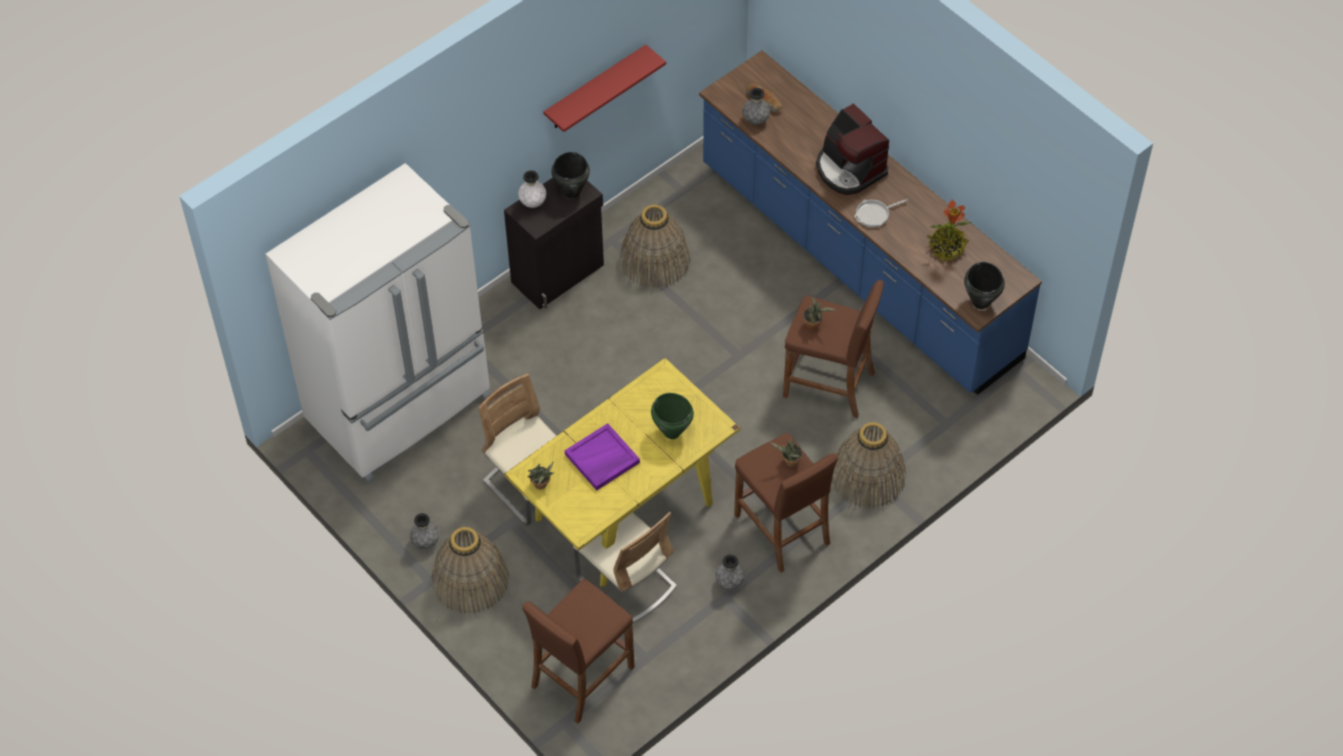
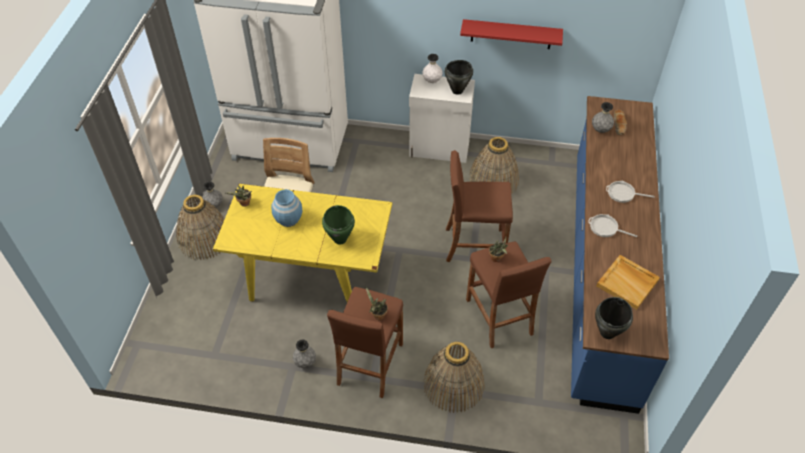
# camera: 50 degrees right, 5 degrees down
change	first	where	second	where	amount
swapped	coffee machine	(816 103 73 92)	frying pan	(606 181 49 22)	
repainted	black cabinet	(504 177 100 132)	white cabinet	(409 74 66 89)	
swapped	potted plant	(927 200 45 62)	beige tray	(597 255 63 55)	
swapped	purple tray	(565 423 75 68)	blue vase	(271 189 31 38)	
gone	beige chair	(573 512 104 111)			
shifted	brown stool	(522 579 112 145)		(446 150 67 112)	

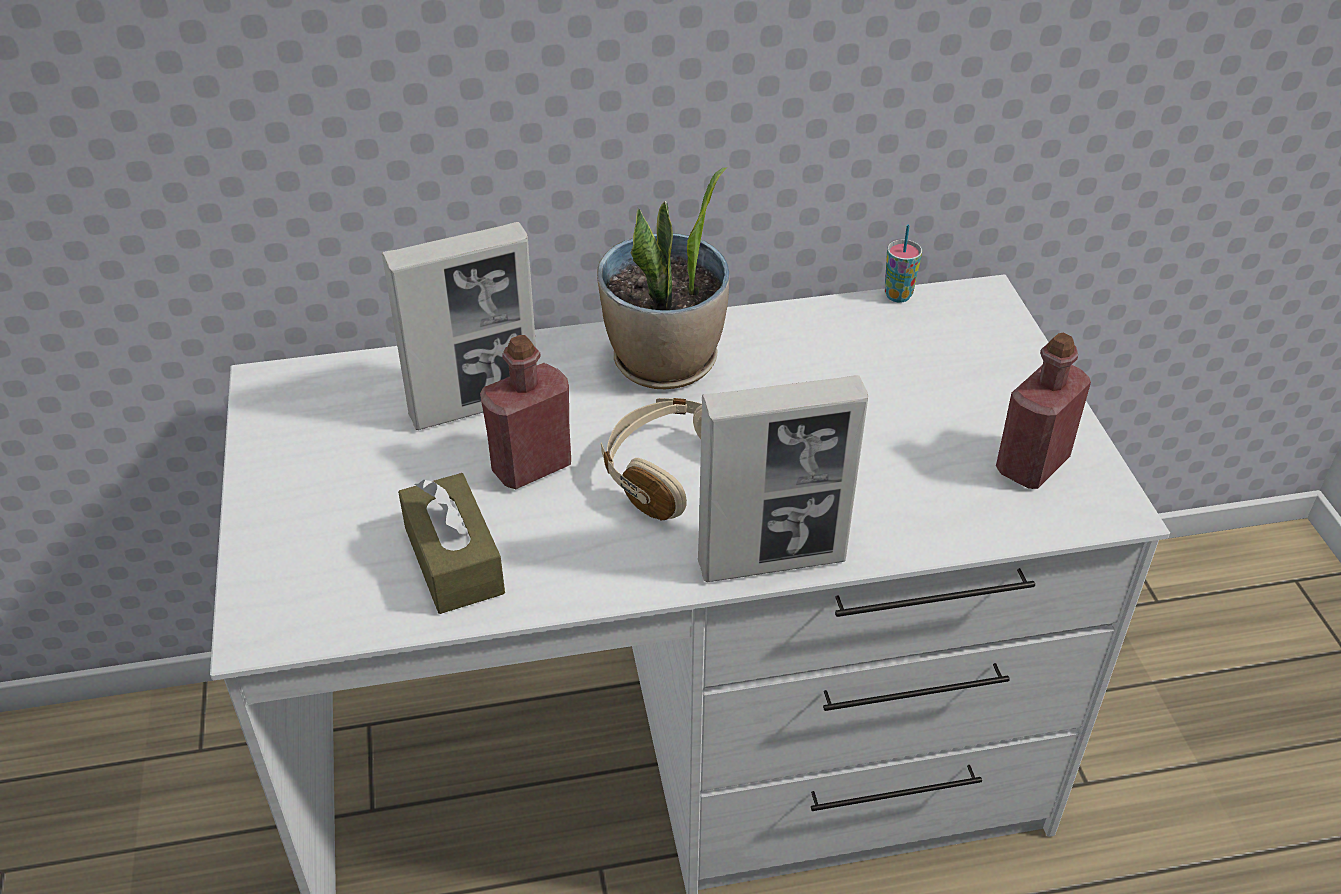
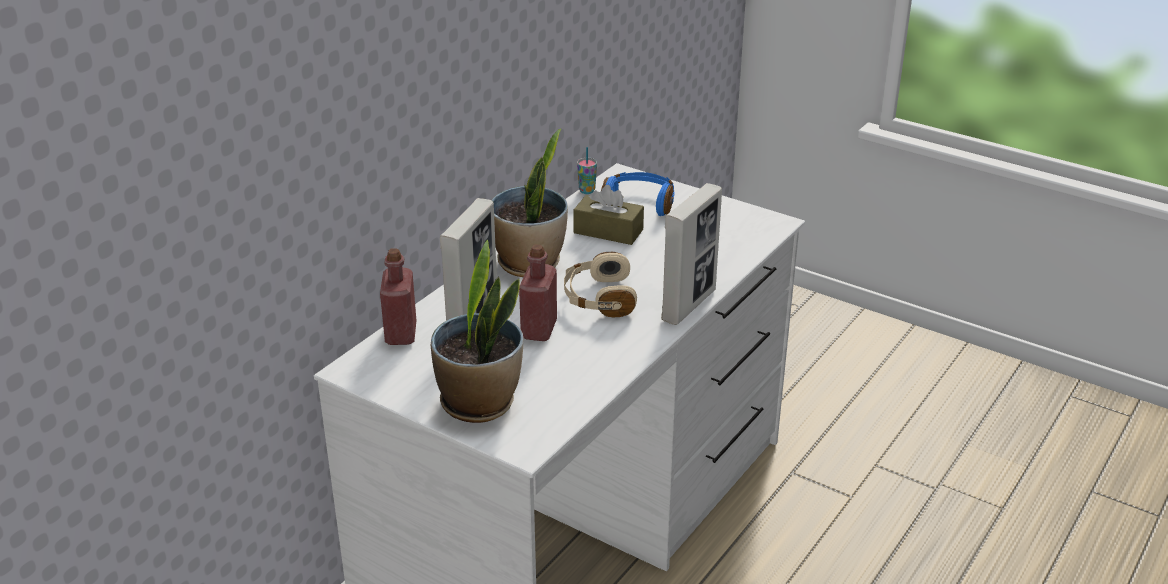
# camera: 45 degrees left, 10 degrees down
change	first	where	second	where	amount
shifted	red bottle	(996 333 95 156)		(380 248 36 97)	
shifted	brown tissue box	(398 473 107 141)		(573 185 71 60)	
new			blue headphones	(601 172 74 44)	
new			potted plant	(431 240 92 183)	

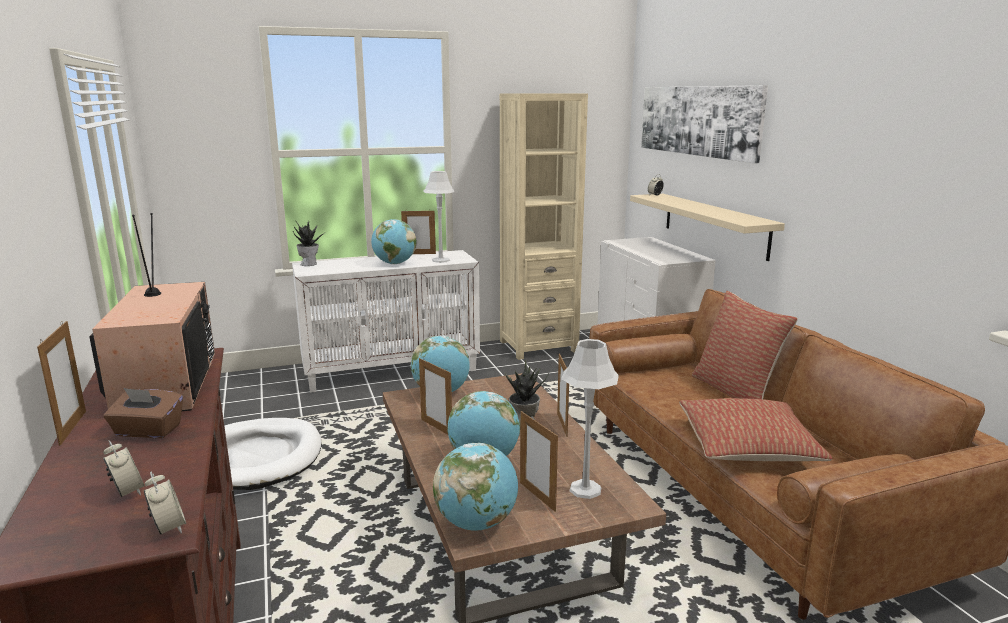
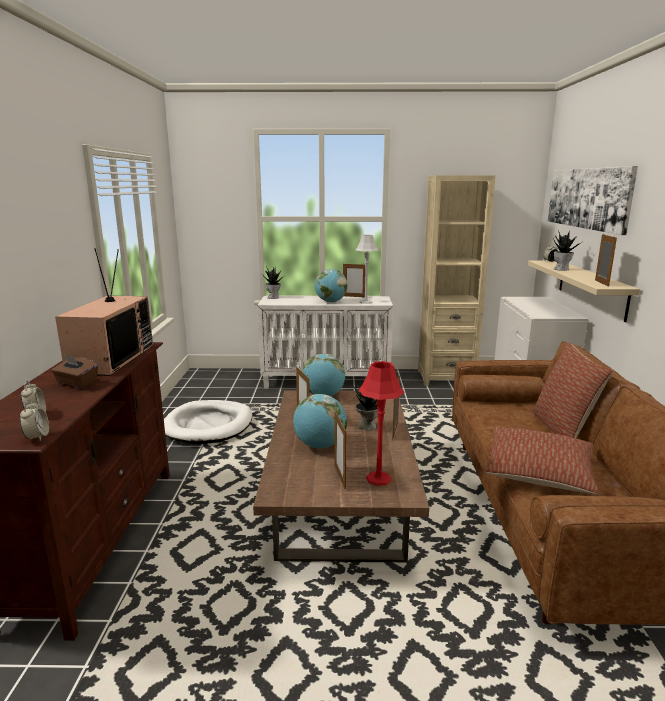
# camera: 20 degrees right, 0 degrees up
change	first	where	second	where	amount
shifted	picture frame	(37 321 49 125)		(595 234 22 53)	
repainted	grey table lamp	(561 339 58 160)	red table lamp	(359 361 46 125)	
gone	globe	(433 443 85 88)			
new			potted plant	(553 231 28 40)	

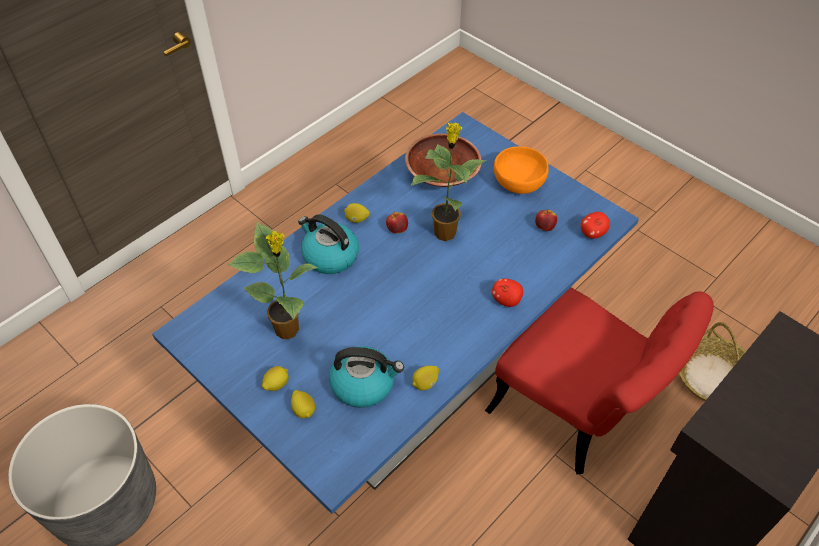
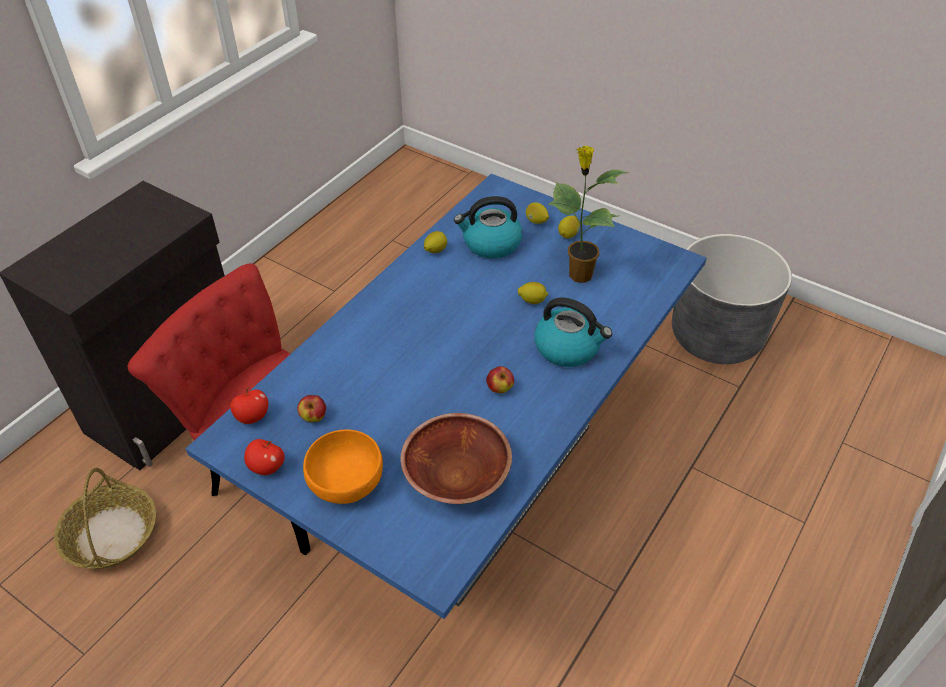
# camera: 170 degrees right, 5 degrees down
change	first	where	second	where	amount
gone	potted plant	(410 122 77 119)			
shifted	lemon	(344 203 26 20)		(518 282 30 22)	
shifted	apple	(492 279 31 28)		(244 439 41 36)	

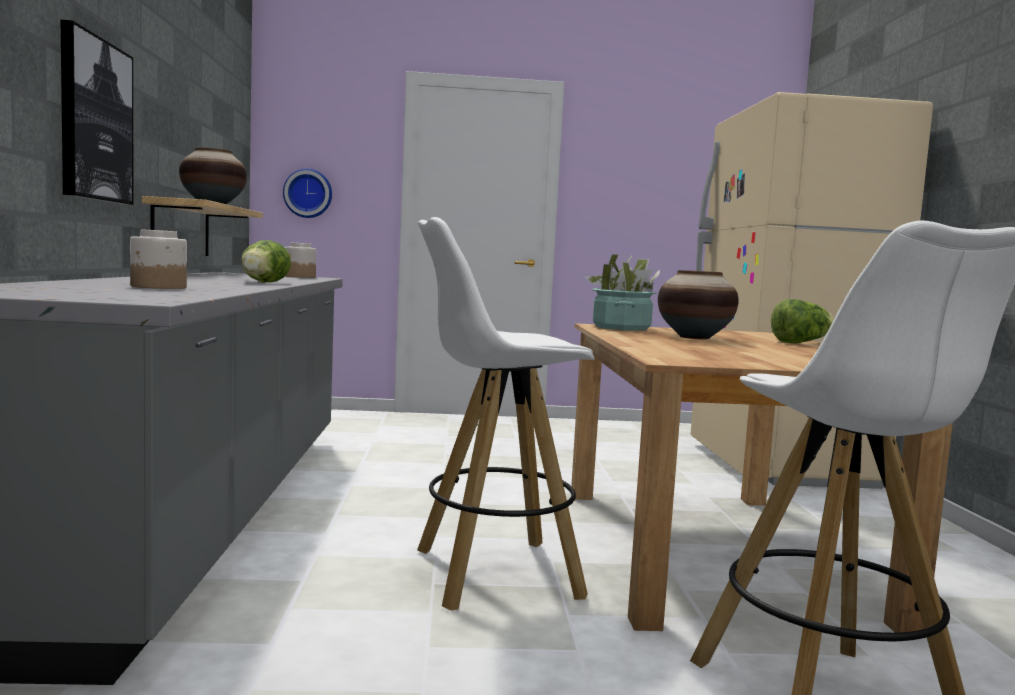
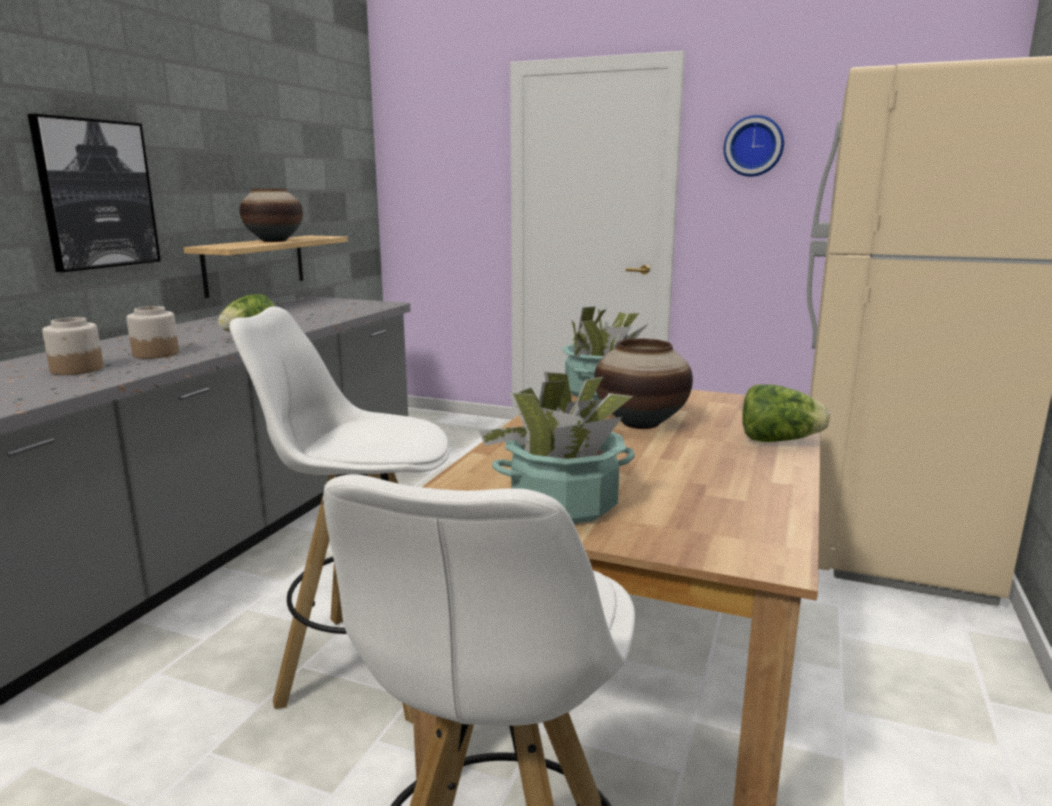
# camera: 25 degrees right, 10 degrees up
change	first	where	second	where	amount
shifted	wall clock	(283 168 49 50)		(724 115 60 62)	
shifted	jar	(285 243 31 35)		(126 306 53 53)	
new			potted plant	(479 372 156 152)	

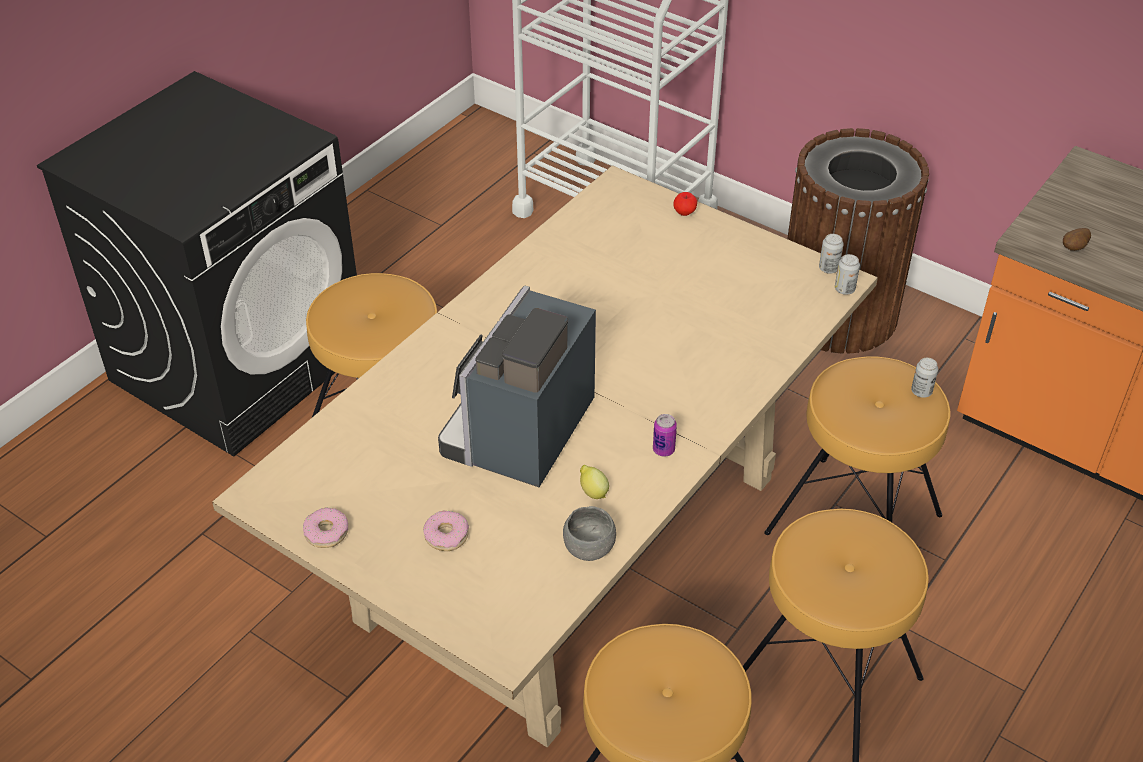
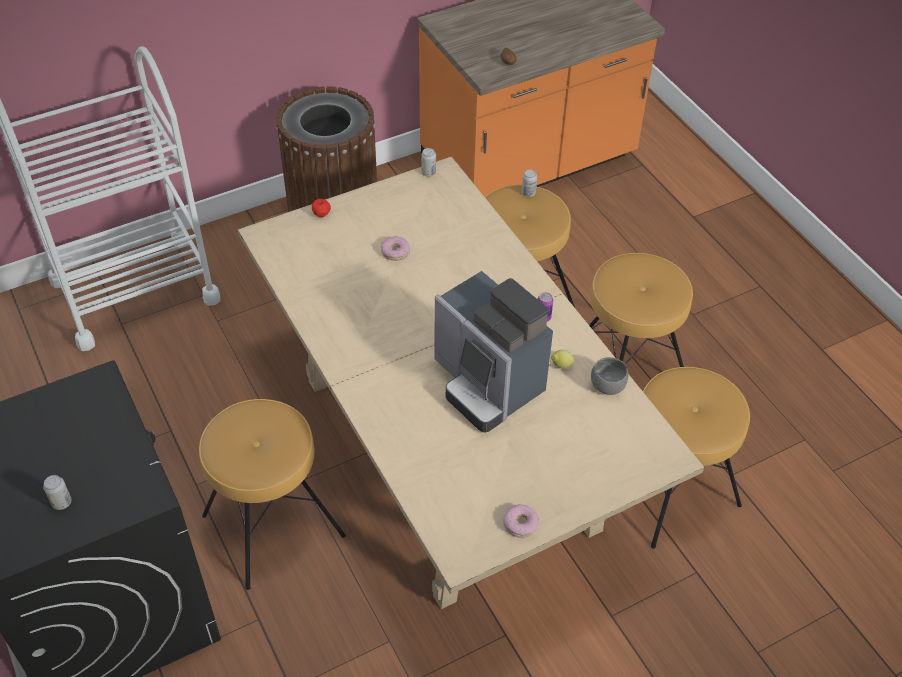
# camera: 65 degrees left, 5 degrees up
change	first	where	second	where	amount
shifted	can	(835 254 25 41)		(43 475 29 35)	
shifted	donut	(423 510 46 41)		(381 236 29 25)	

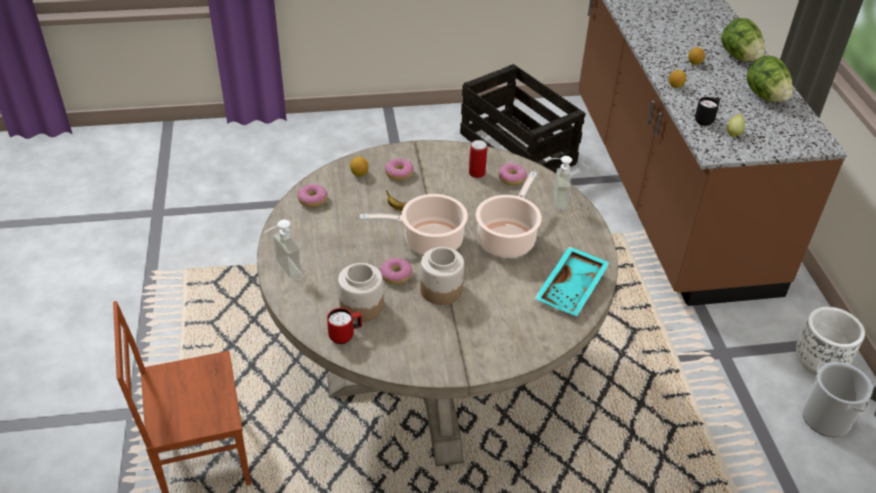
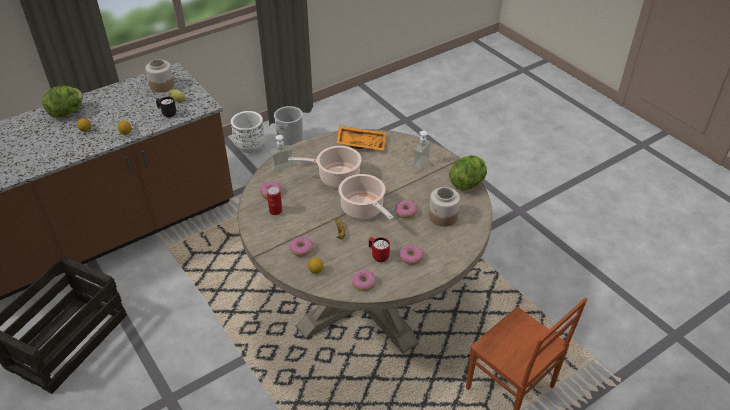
# camera: 115 degrees left, 0 degrees up
change	first	where	second	where	amount
shifted	lettuce	(746 56 47 46)		(449 155 38 35)	
shifted	soap dispenser	(265 220 37 58)		(414 131 22 38)	
repainted	turquoise tray	(534 246 76 70)	orange tray	(336 126 50 25)	
shifted	jar	(420 247 44 58)		(145 59 29 33)	
shifted	red mug	(327 308 35 36)		(369 237 21 25)	
new			donut	(399 245 25 20)	

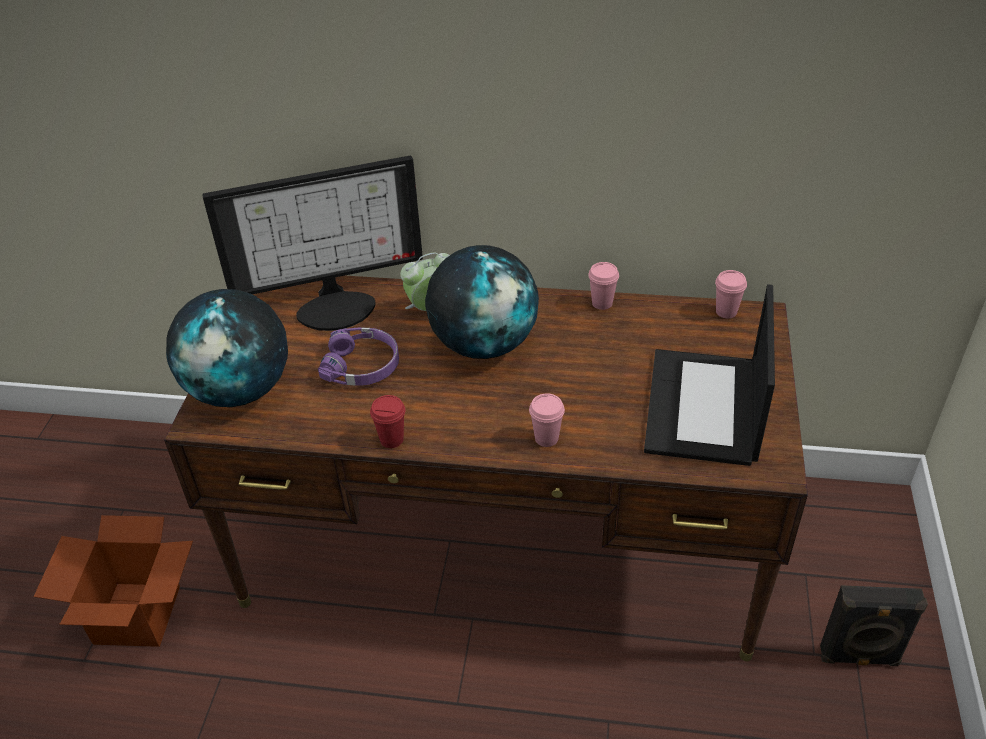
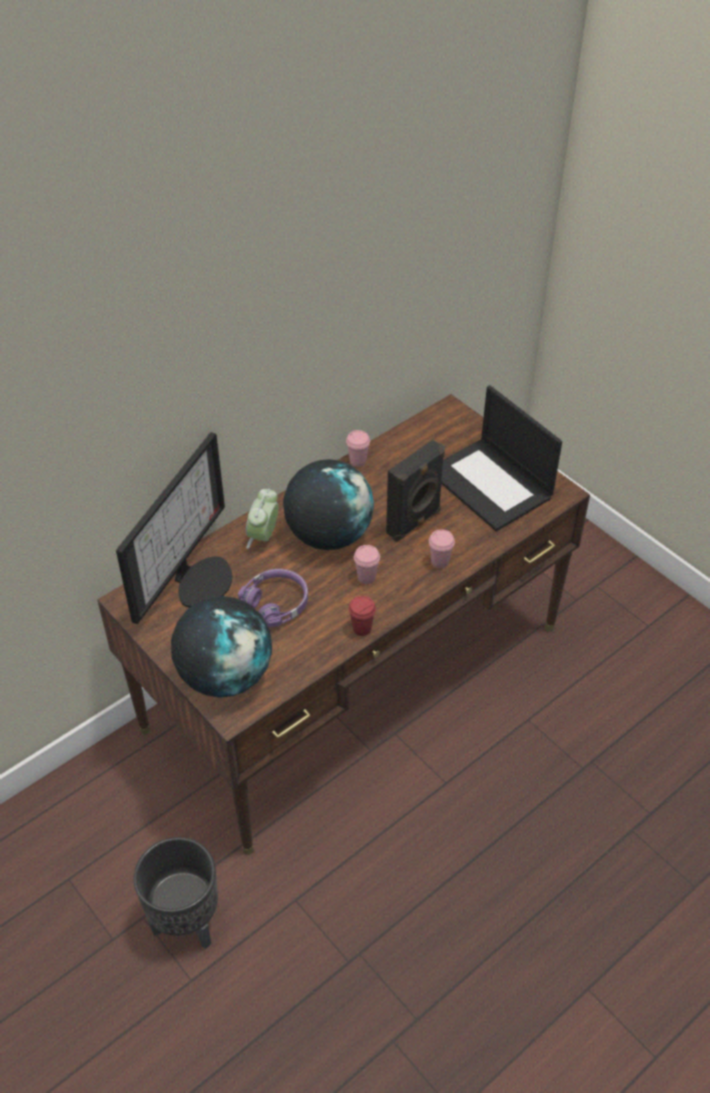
# camera: 50 degrees left, 5 degrees up
change	first	where	second	where	amount
shifted	pink cup	(715 270 32 48)		(354 545 26 39)	
swapped	cardboard box	(34 515 159 132)	black planter	(134 837 84 112)	
shifted	black speaker	(820 585 108 81)		(386 440 59 102)	

